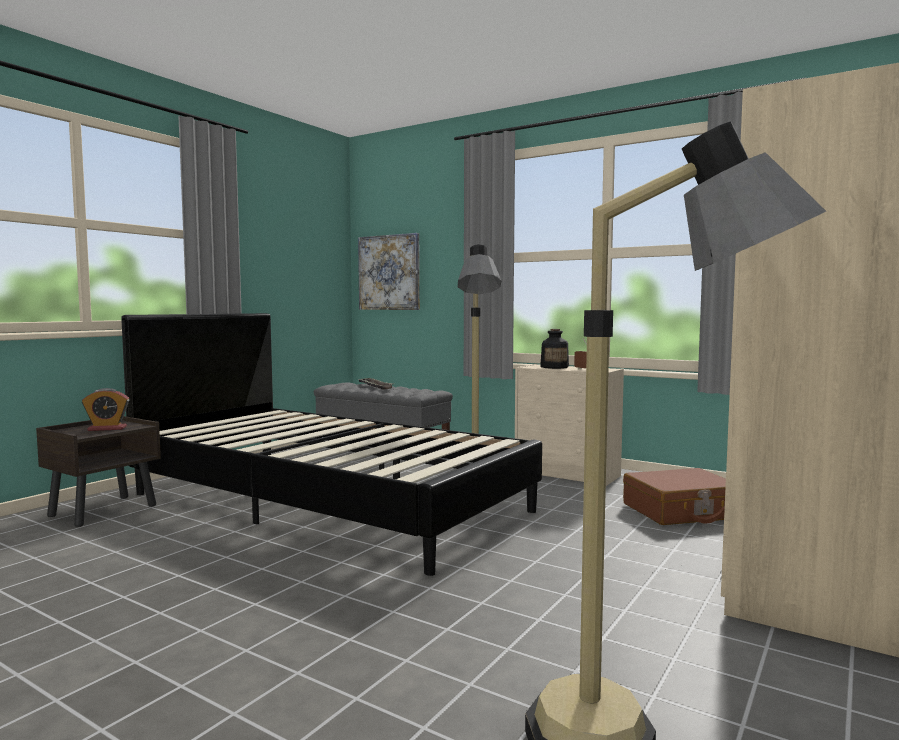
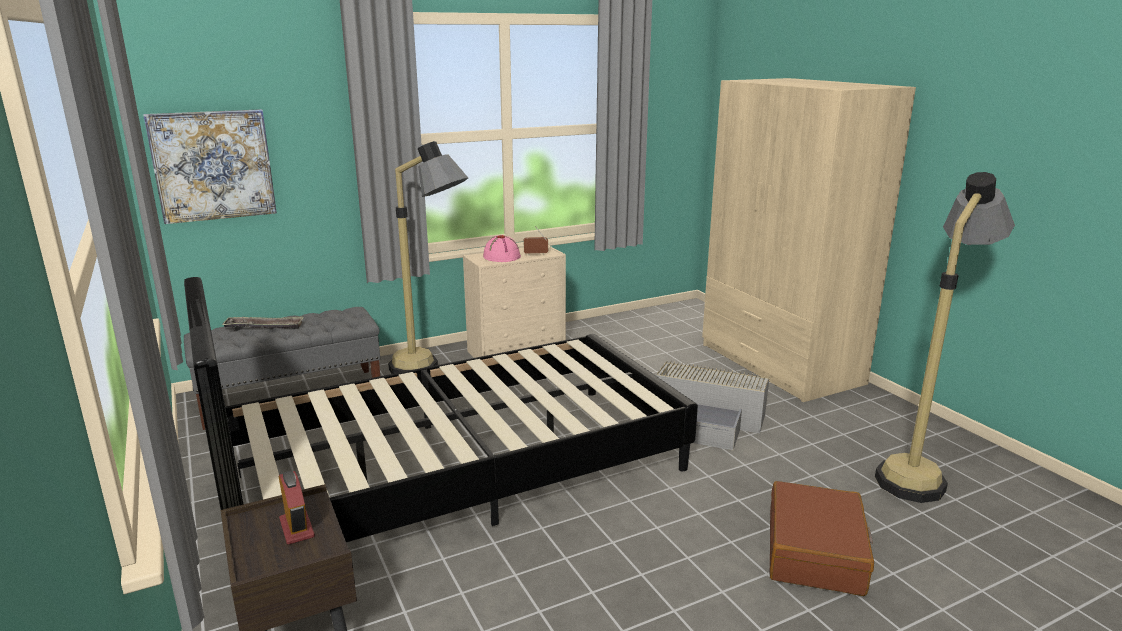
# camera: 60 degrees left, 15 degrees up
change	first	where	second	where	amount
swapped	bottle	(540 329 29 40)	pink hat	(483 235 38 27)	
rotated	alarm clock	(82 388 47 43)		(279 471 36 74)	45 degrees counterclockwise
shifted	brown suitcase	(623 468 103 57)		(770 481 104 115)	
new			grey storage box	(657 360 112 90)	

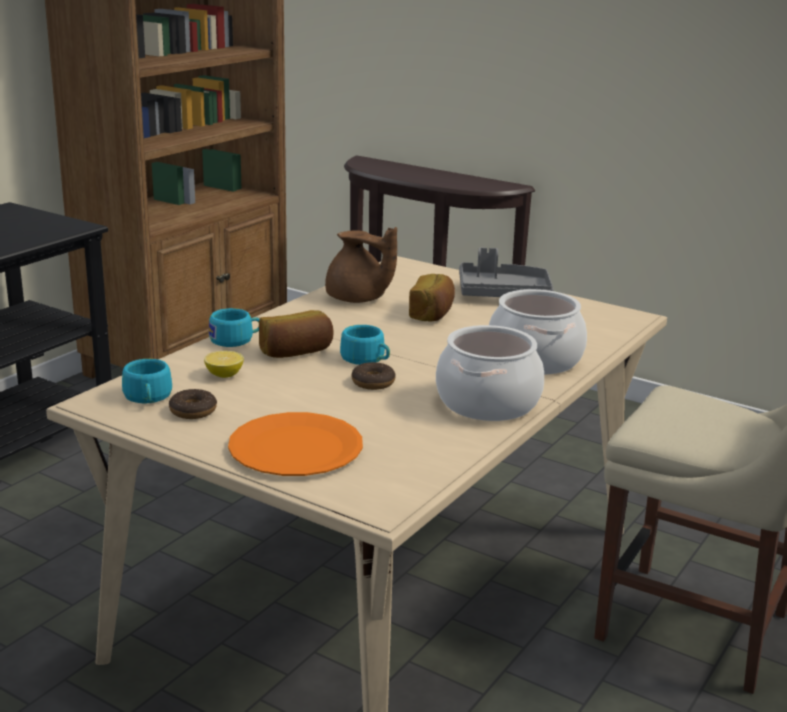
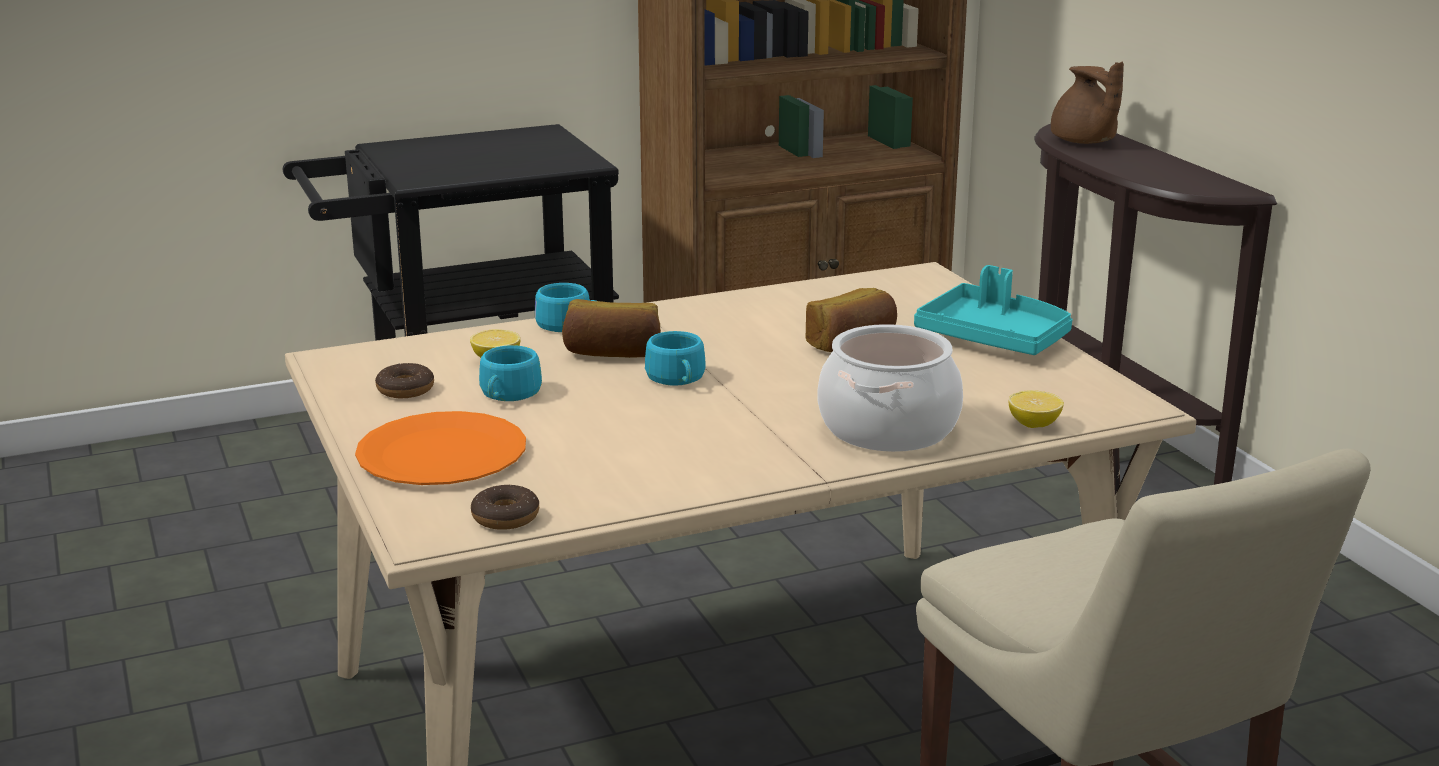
# camera: 35 degrees right, 0 degrees up
change	first	where	second	where	amount
shifted	brown teapot	(325 227 72 76)		(1051 62 73 82)	
repainted	grey tray	(459 248 95 49)	turquoise tray	(914 265 158 90)	
gone	cooking pot	(436 325 108 96)			
shifted	turquoise cup	(122 359 50 44)		(479 345 63 56)	
shifted	donut	(352 362 44 28)		(471 485 68 45)	
new			lemon	(1008 390 56 38)	

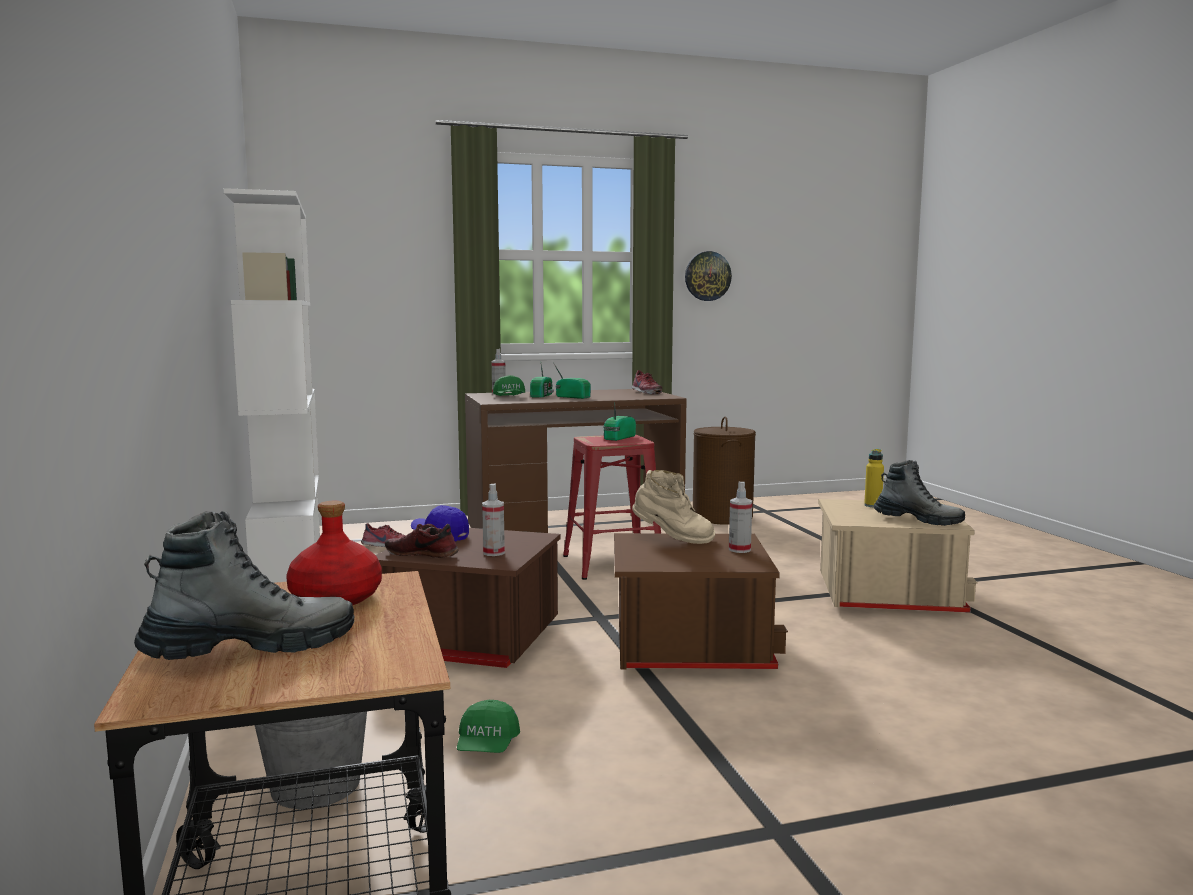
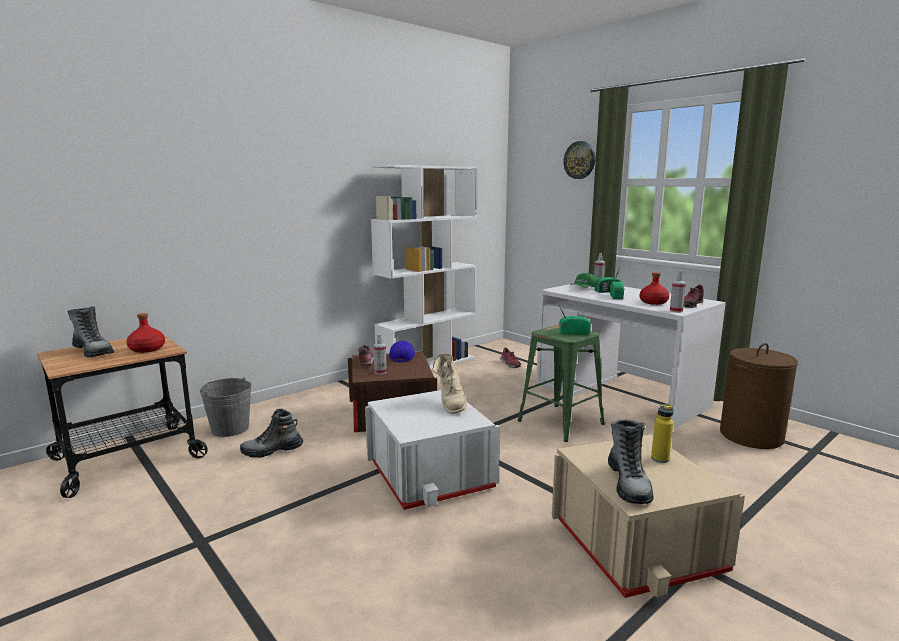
# camera: 65 degrees right, 5 degrees up
change	first	where	second	where	amount
shifted	wall clock	(685 251 47 50)		(564 141 32 38)	
repainted	brown desk	(465 389 222 144)	white desk	(536 284 190 145)	
repainted	red stool	(563 435 98 145)	green stool	(518 325 87 117)	
shifted	spray bottle	(729 482 23 71)		(670 271 16 42)	
repainted	brown storage box	(614 533 174 136)	white storage box	(365 390 135 120)	
swapped	green cap	(457 700 63 53)	boot	(240 409 63 49)	
new			red bottle	(640 272 29 33)	

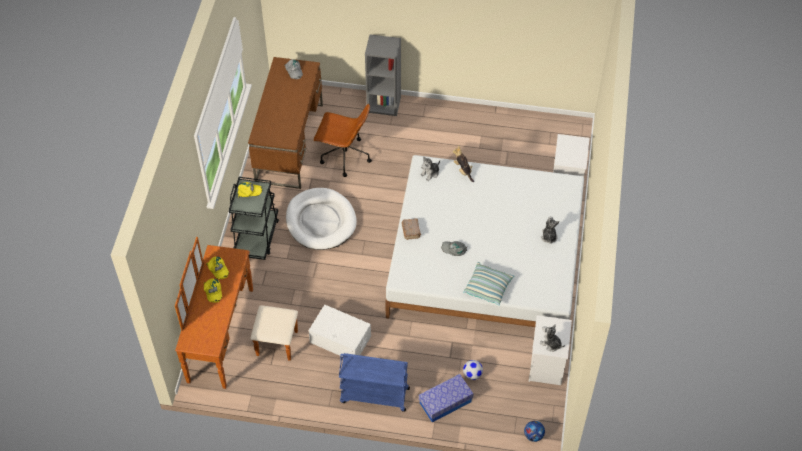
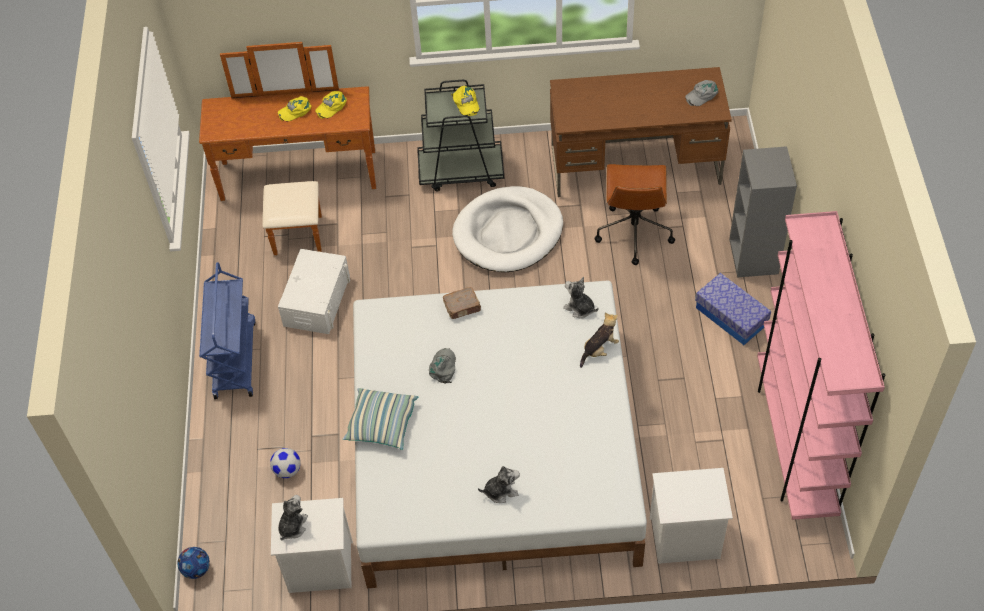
# camera: 80 degrees right, 0 degrees up
change	first	where	second	where	amount
shifted	storage box	(419 374 54 48)		(695 273 76 72)	
new			pink bookcase	(757 211 129 309)	

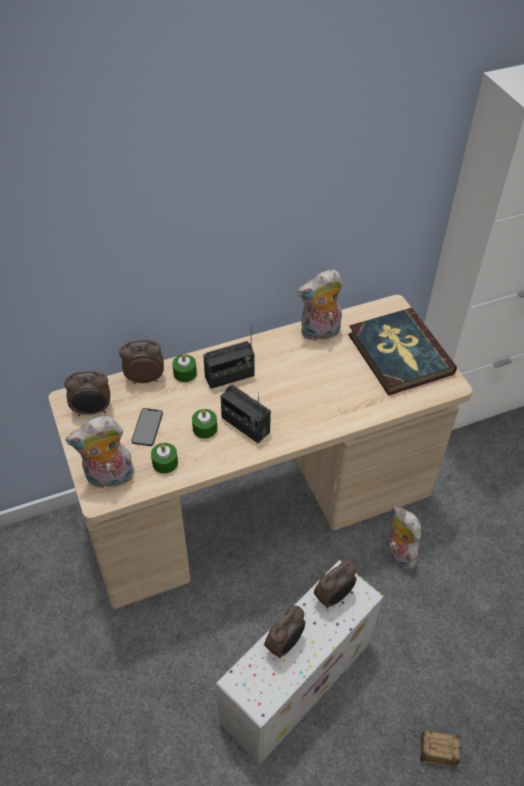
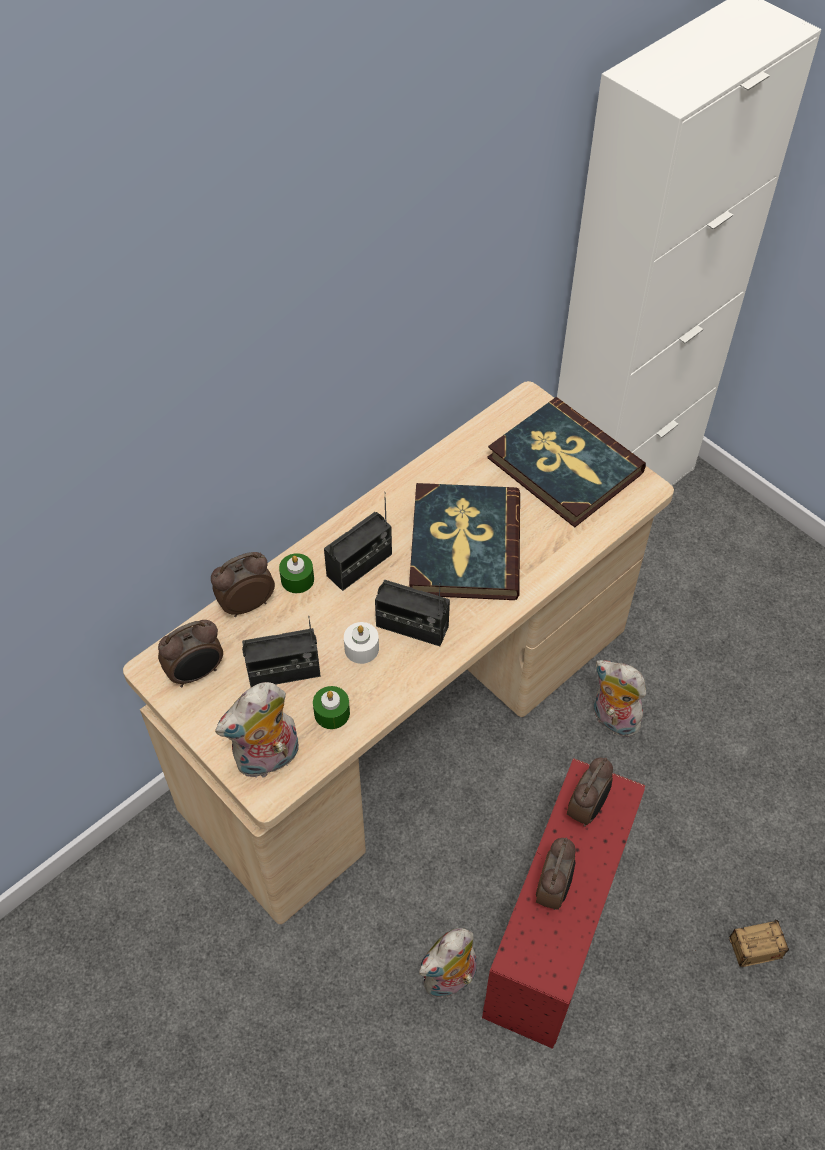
# camera: 20 degrees left, 5 degrees up
change	first	where	second	where	amount
shifted	plush toy	(297 269 46 72)		(419 928 58 70)	
swapped	phone	(131 408 32 38)	radio	(242 616 79 71)	
repainted	green candle	(192 409 25 30)	white candle	(344 622 35 42)	
repainted	white storage box	(216 560 167 204)	red storage box	(482 758 163 291)	
new			book	(409 483 111 117)	

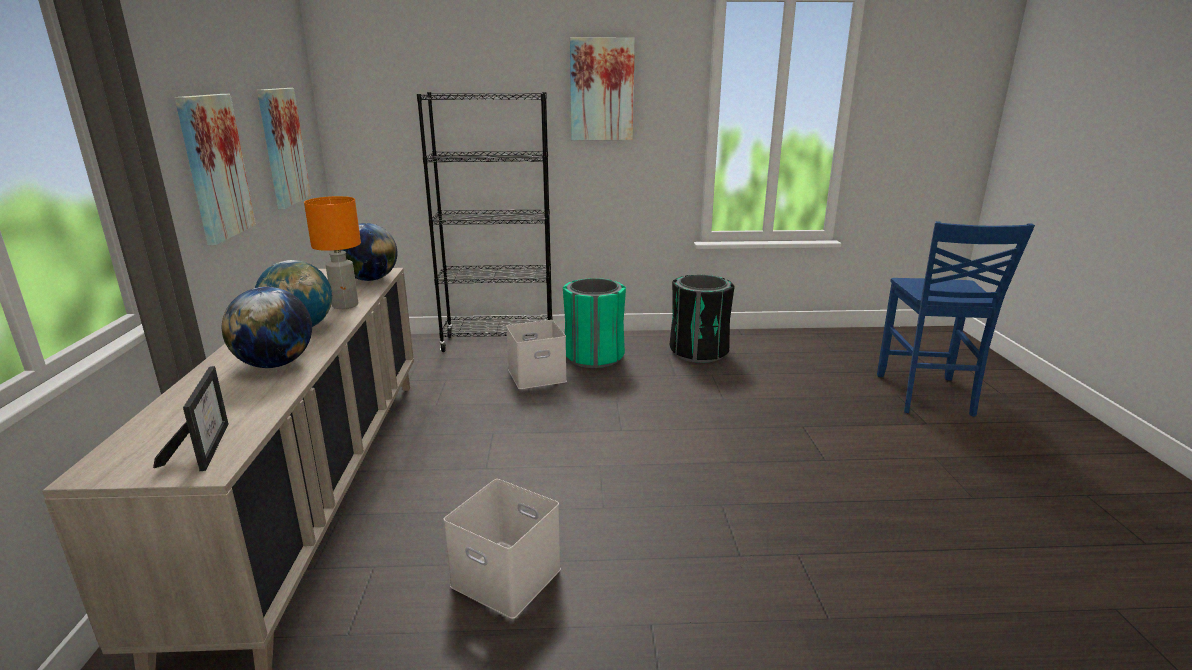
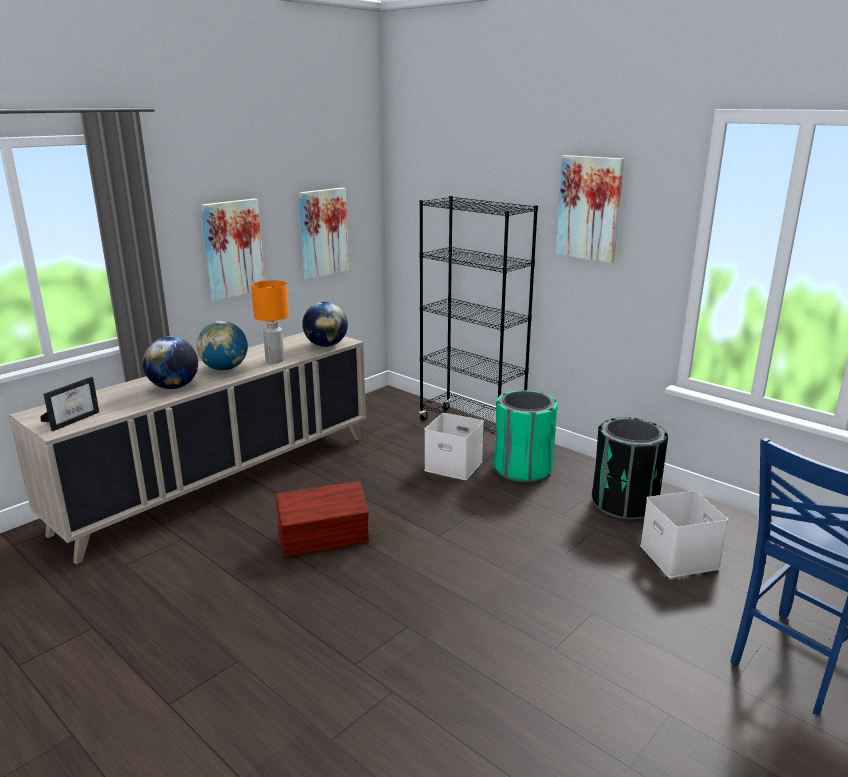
# camera: 45 degrees right, 0 degrees up
change	first	where	second	where	amount
shifted	white storage box	(444 479 117 140)		(640 491 88 87)	
new			brown storage box	(276 481 93 76)	

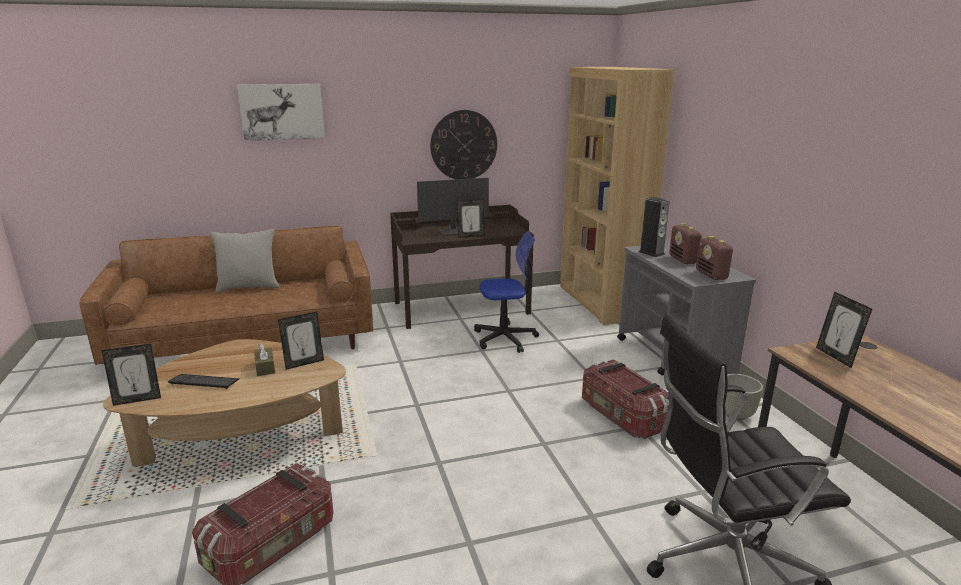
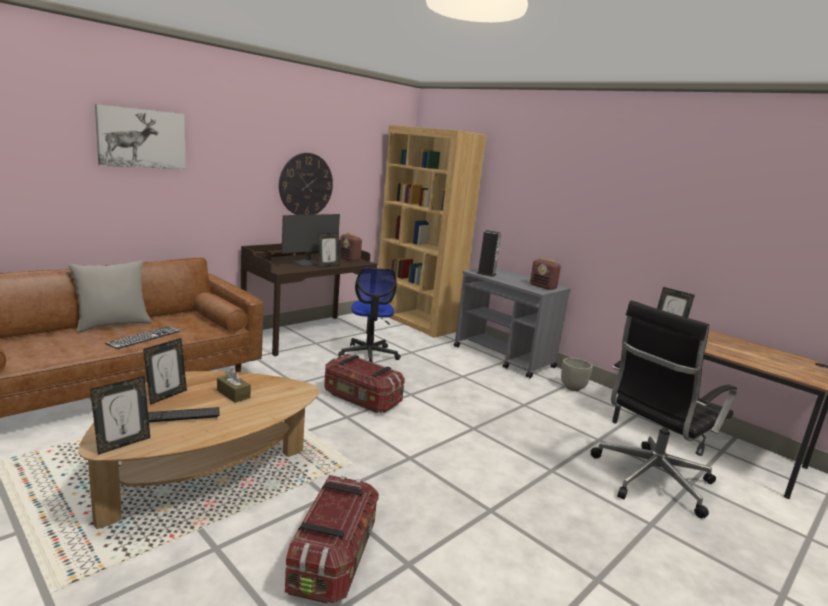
# camera: 30 degrees left, 5 degrees down
change	first	where	second	where	amount
shifted	radio	(669 223 34 41)		(340 233 23 29)	
rotated	office chair	(474 231 65 122)		(338 268 63 95)	120 degrees clockwise
shifted	picture frame	(278 312 46 58)		(143 338 44 67)	
shifted	storage box	(582 359 87 80)		(324 354 81 59)	
new			keyboard	(105 326 75 23)	

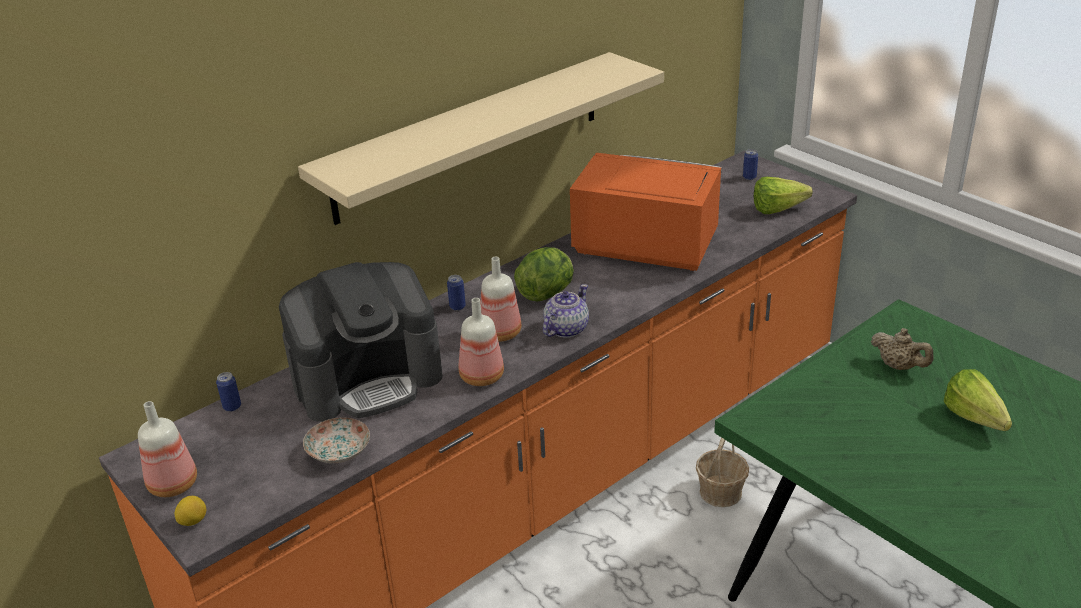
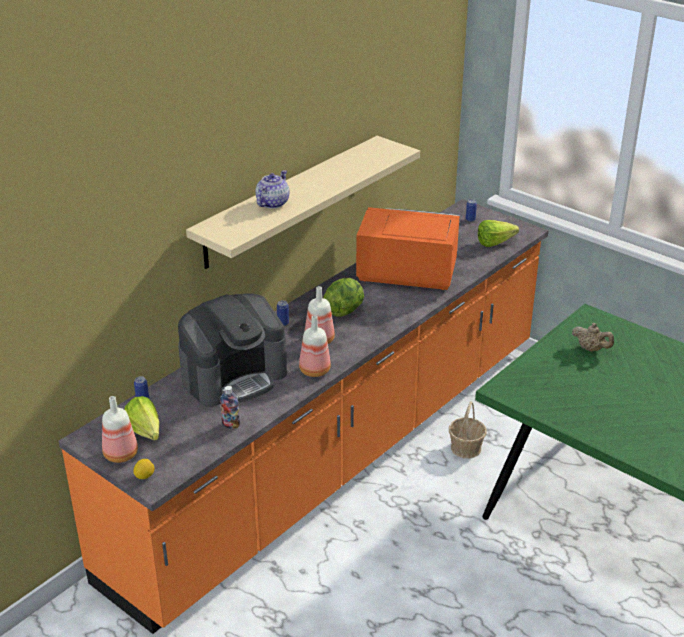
# camera: 10 degrees left, 0 degrees up
change	first	where	second	where	amount
shifted	teapot	(543 284 46 54)		(255 170 34 39)	
shifted	lettuce	(944 369 68 62)		(124 396 35 44)	
swapped	plate	(303 417 67 46)	bottle	(220 386 20 43)	

